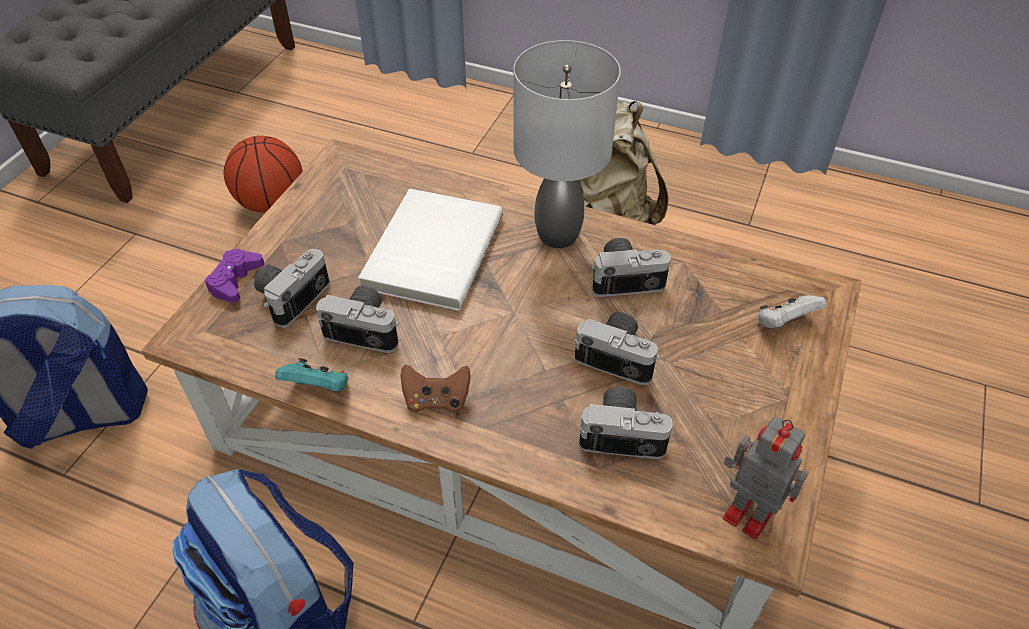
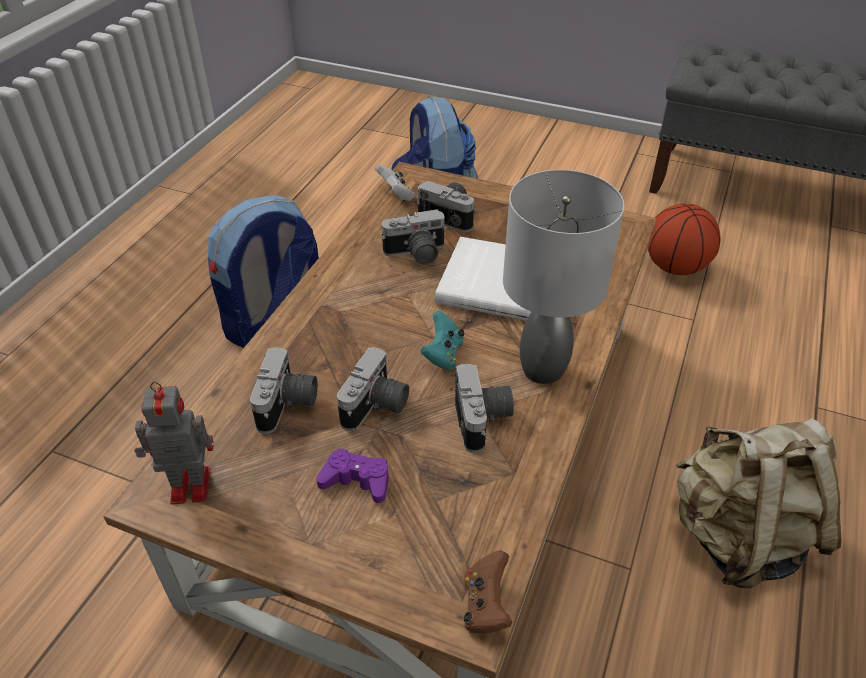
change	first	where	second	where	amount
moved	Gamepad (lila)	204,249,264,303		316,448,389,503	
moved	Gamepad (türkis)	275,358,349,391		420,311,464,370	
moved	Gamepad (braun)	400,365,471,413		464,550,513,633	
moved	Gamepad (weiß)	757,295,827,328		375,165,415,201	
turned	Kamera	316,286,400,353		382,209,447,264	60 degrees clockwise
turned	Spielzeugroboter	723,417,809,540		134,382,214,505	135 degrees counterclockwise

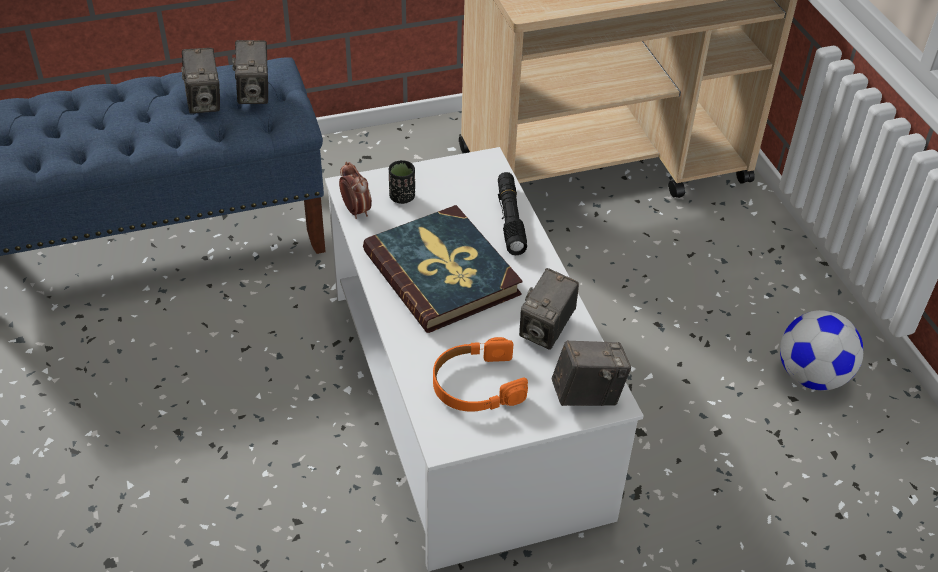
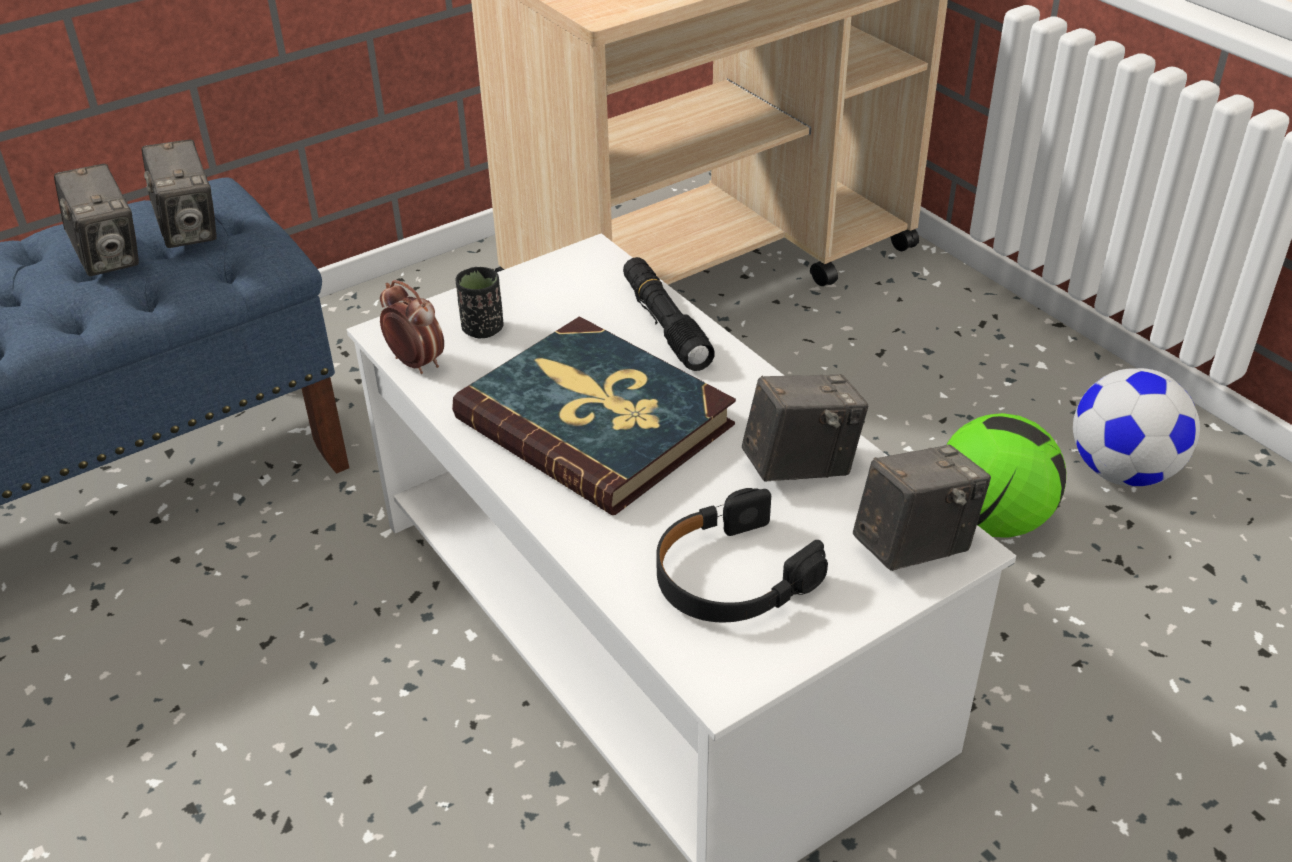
change	first	where	second	where	amount
added			Fußball	946,413,1066,537	
recoloured	Kopfhörer (orange)	433,337,528,412	Kopfhörer (schwarz)	656,488,828,622	
turned	Kamera	519,268,579,350		742,374,868,482	120 degrees counterclockwise

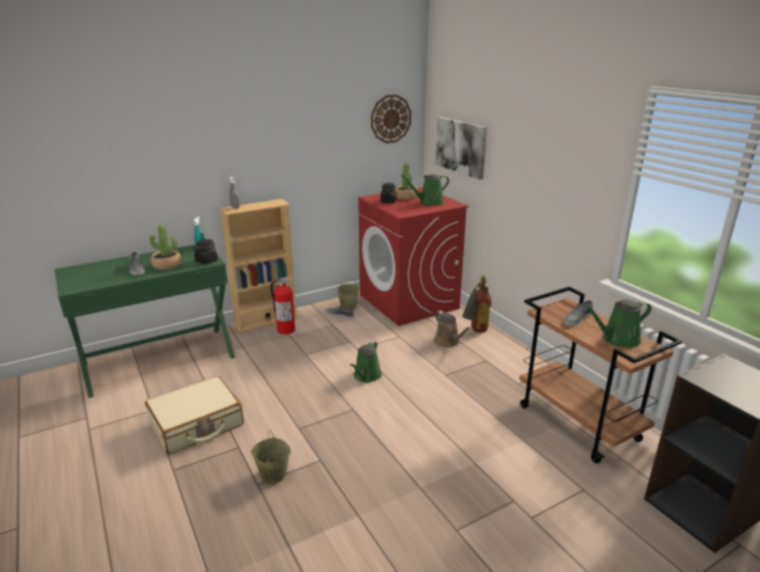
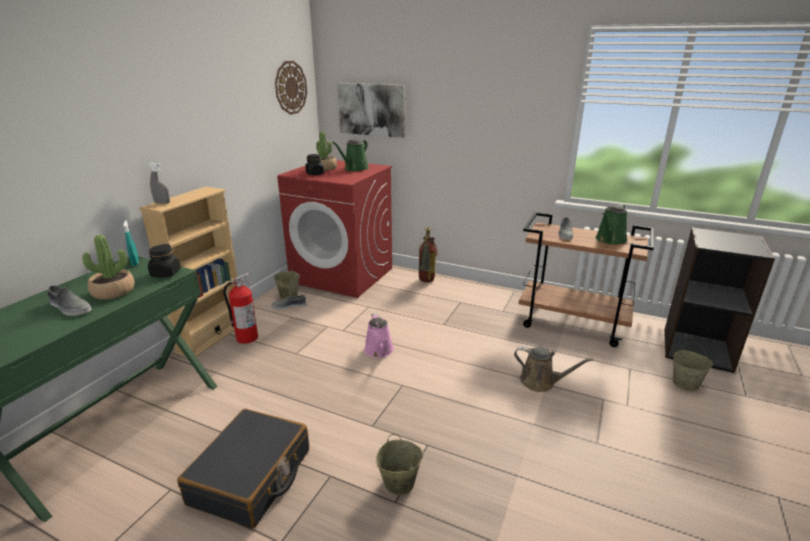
change	first	where	second	where	amount
added			Eimer (beige)	673,342,713,391	
moved	Gießkanne (braun)	434,311,471,347		514,346,593,392	
recoloured	Koffer (beige)	145,376,244,454	Koffer (schwarz)	177,409,309,529	
recoloured	Gießkanne (grün)	350,341,382,383	Gießkanne (rosa)	364,313,394,358	

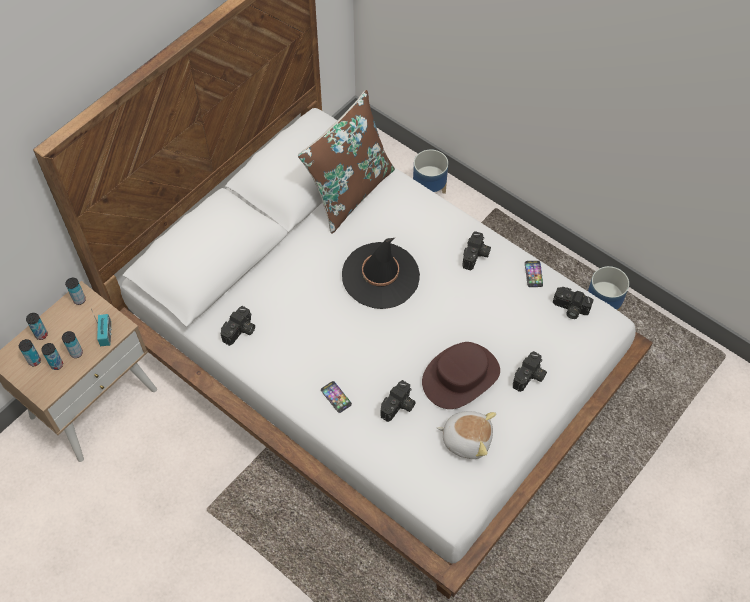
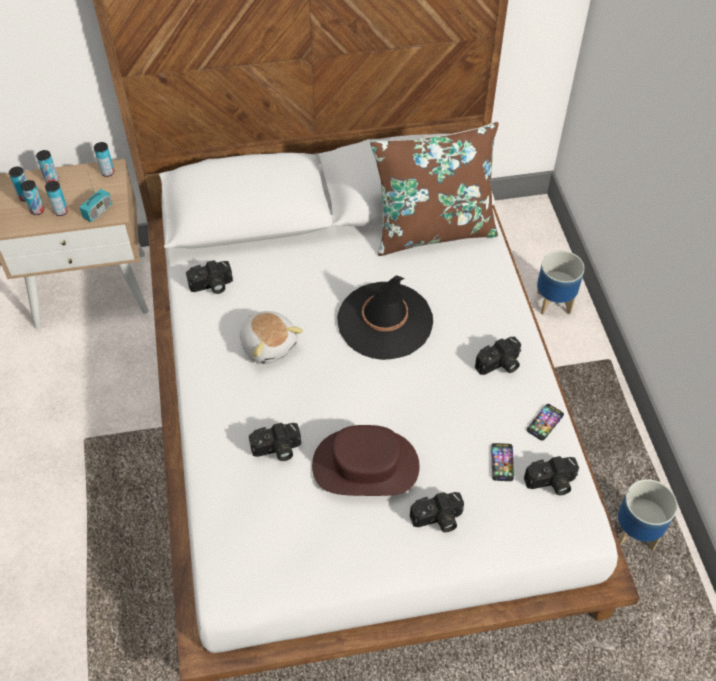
change	first	where	second	where	amount
moved	Handy	321,381,352,413		491,443,514,481	
moved	Plüschtier	437,411,496,459		240,311,303,364	
turned	Kamera	553,287,593,319		524,456,579,495	75 degrees counterclockwise

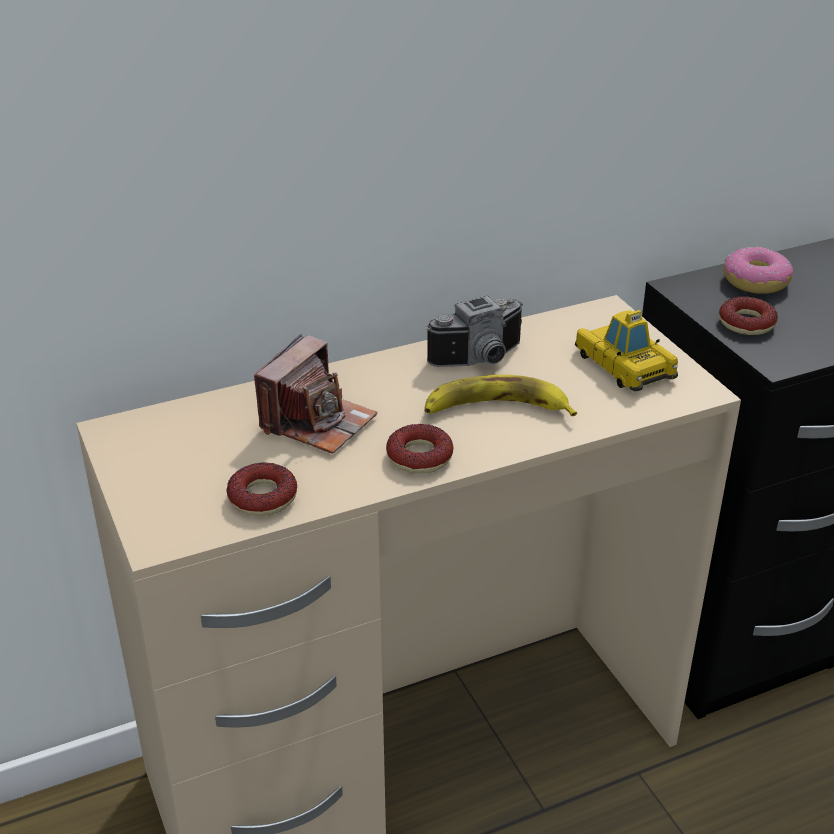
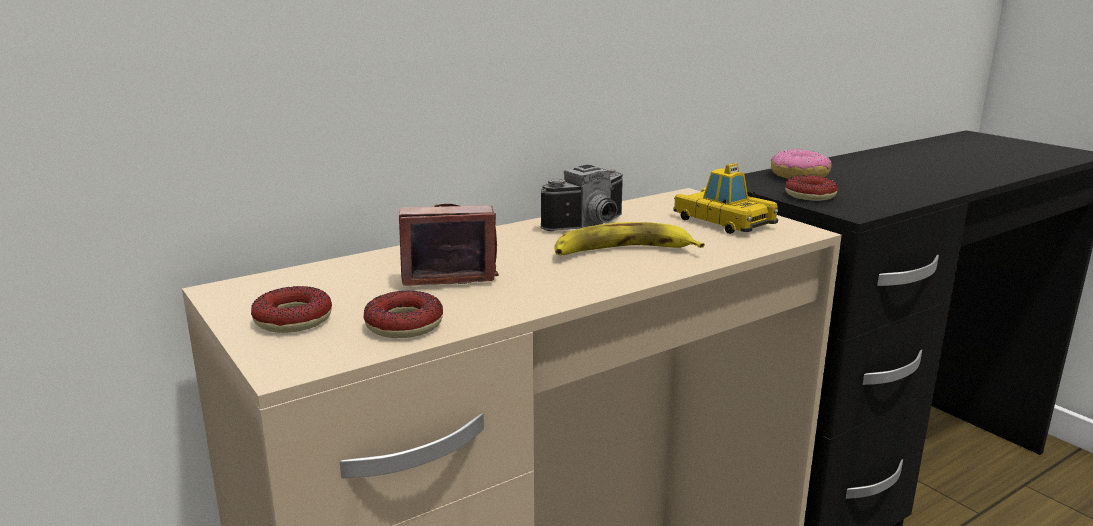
change	first	where	second	where	amount
moved	Donut	386,424,453,474		251,286,332,333	
turned	Kamera	254,334,378,454		399,204,499,286	120 degrees counterclockwise

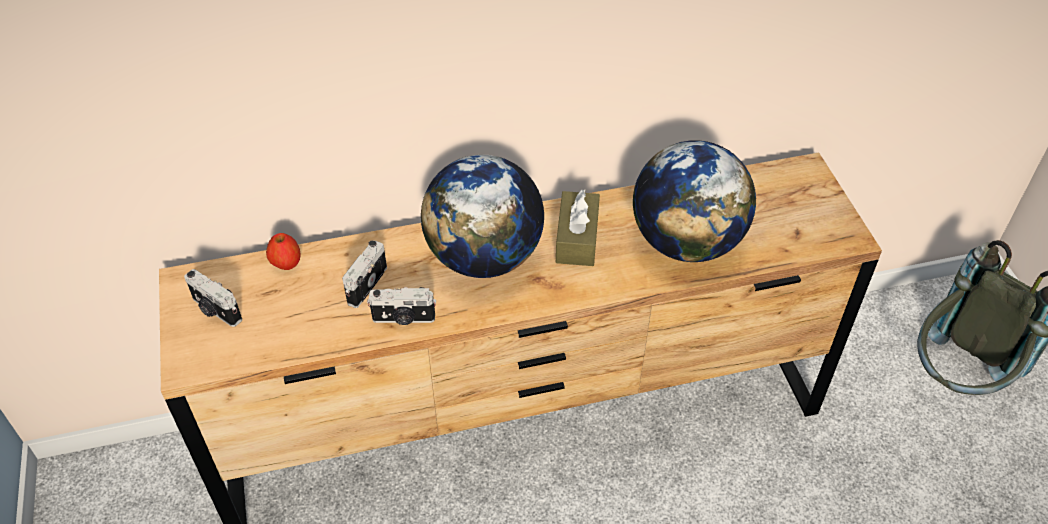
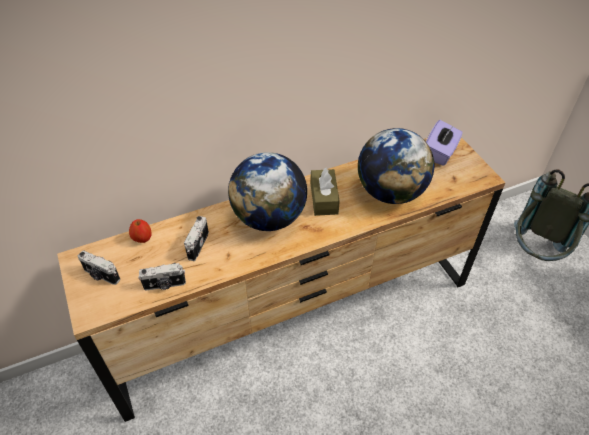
change	first	where	second	where	amount
added			Taschentuchbox (lila)	426,120,463,166	
moved	Kamera	367,287,436,325		138,263,186,290	

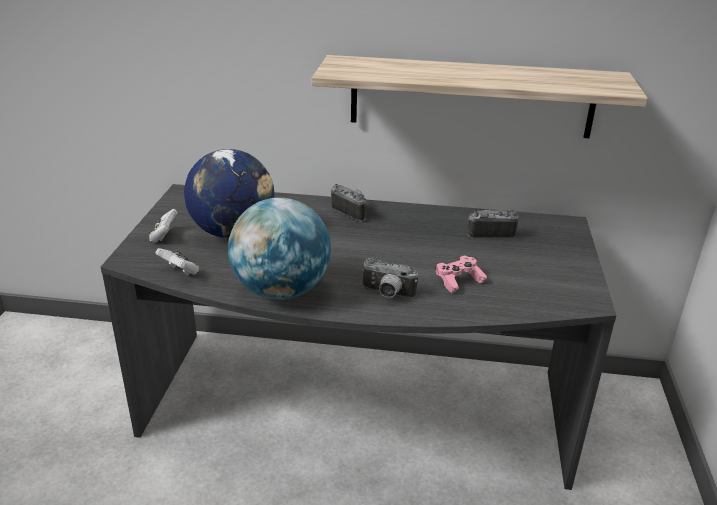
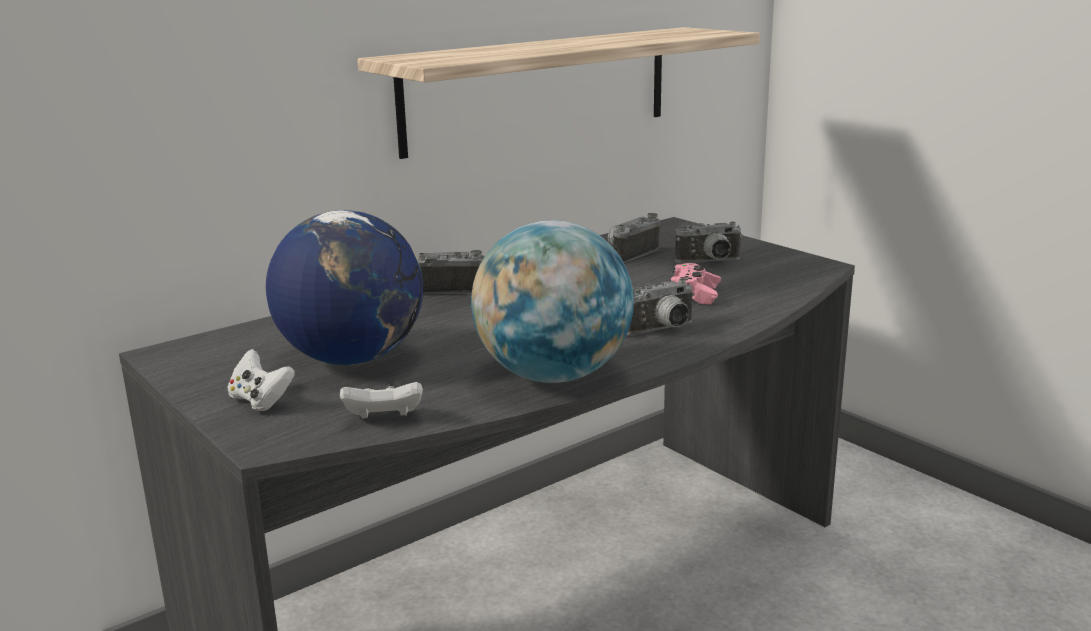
change	first	where	second	where	amount
added			Kamera	675,221,743,263	

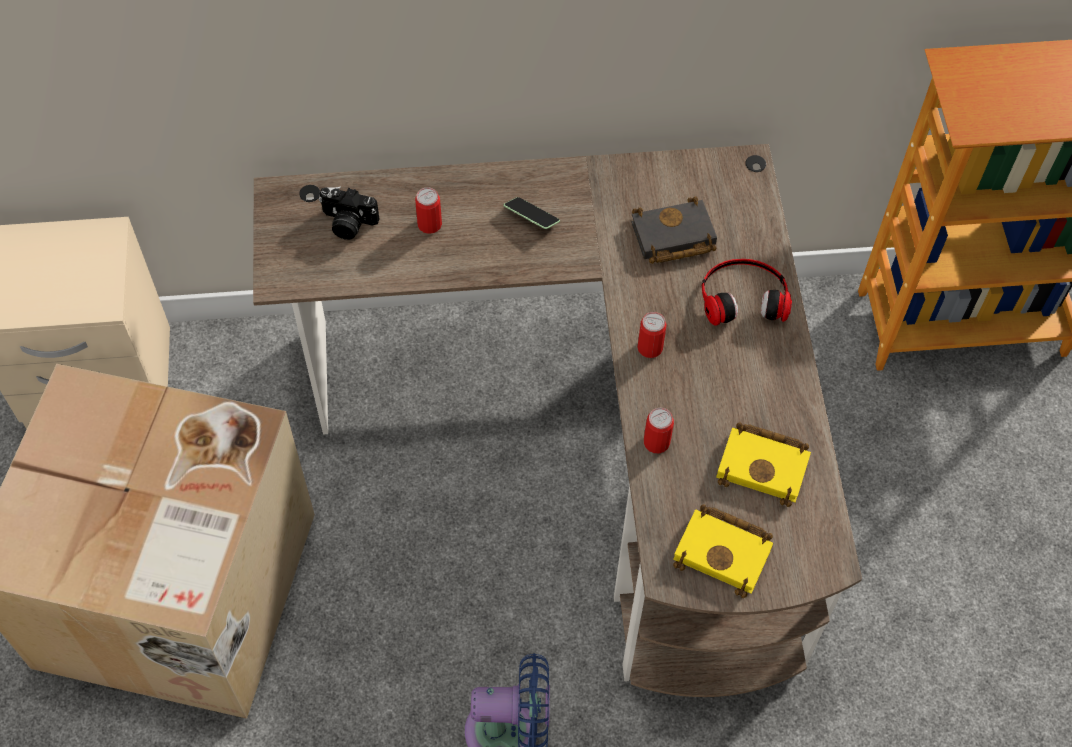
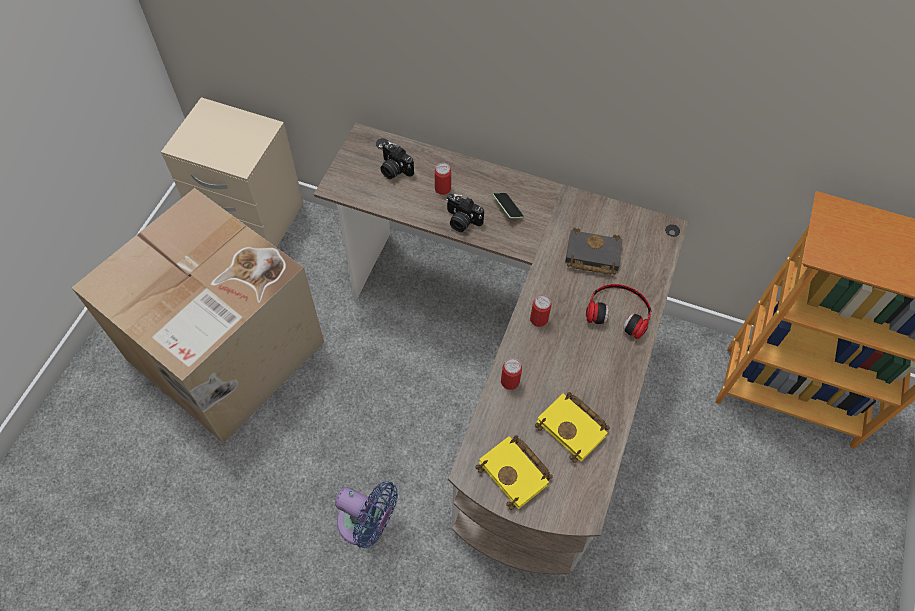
change	first	where	second	where	amount
added			Kamera	446,193,484,232	

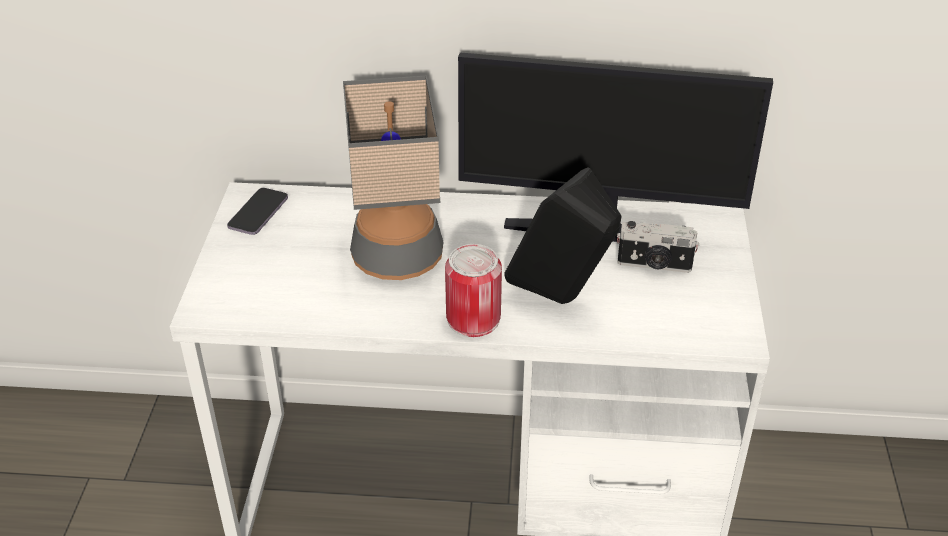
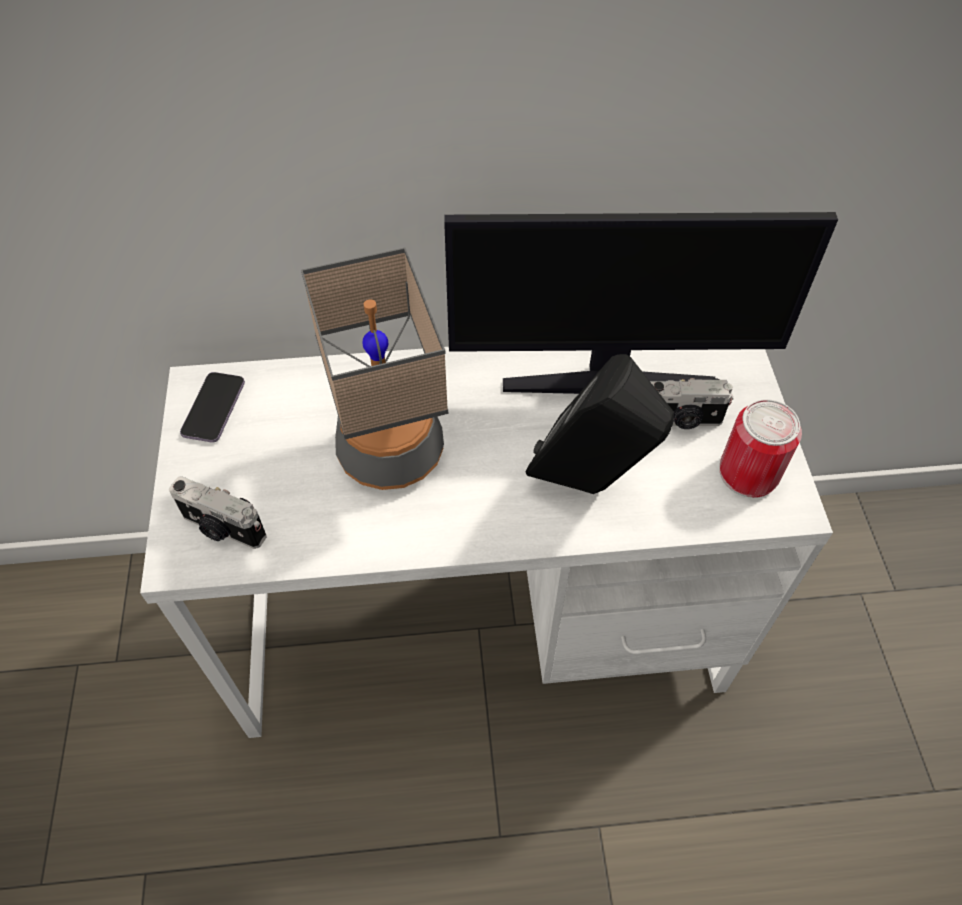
change	first	where	second	where	amount
added			Kamera	169,476,267,549	
moved	Dose	445,244,502,337		720,399,802,498	

